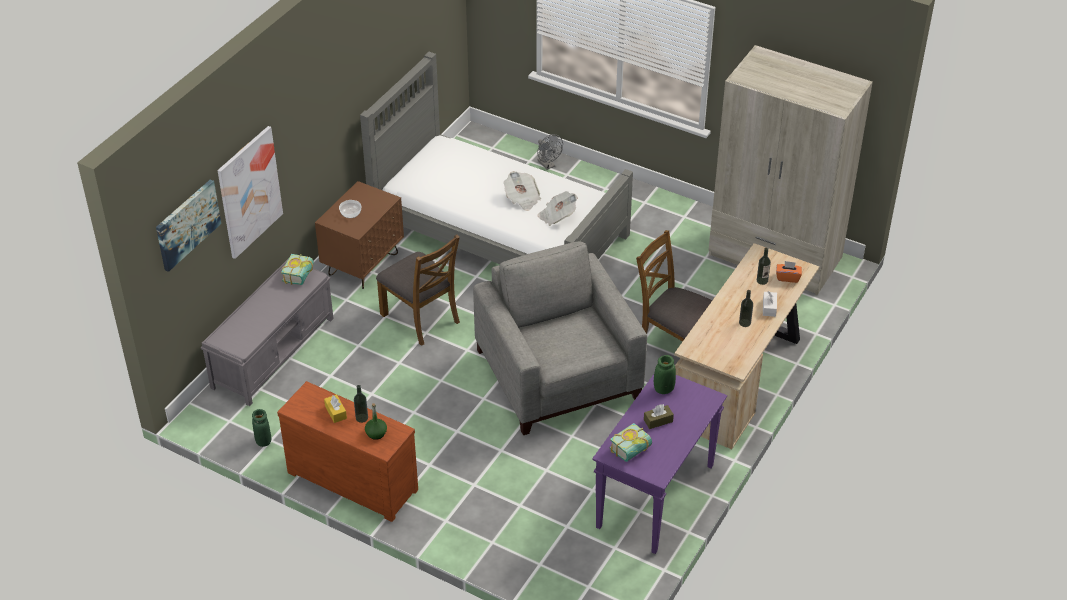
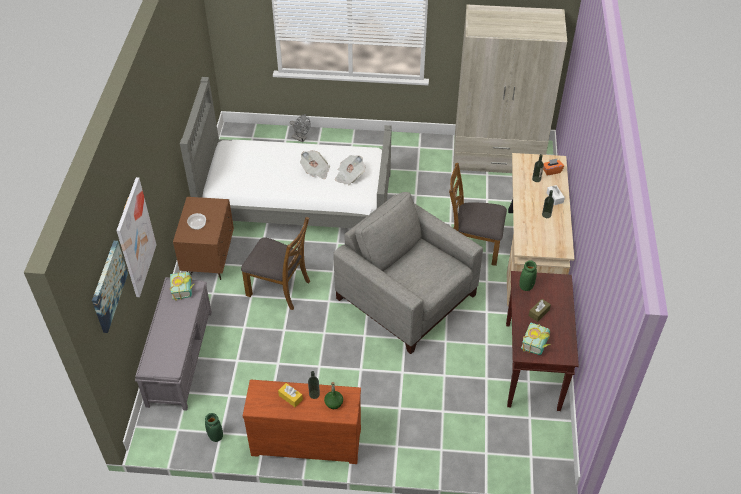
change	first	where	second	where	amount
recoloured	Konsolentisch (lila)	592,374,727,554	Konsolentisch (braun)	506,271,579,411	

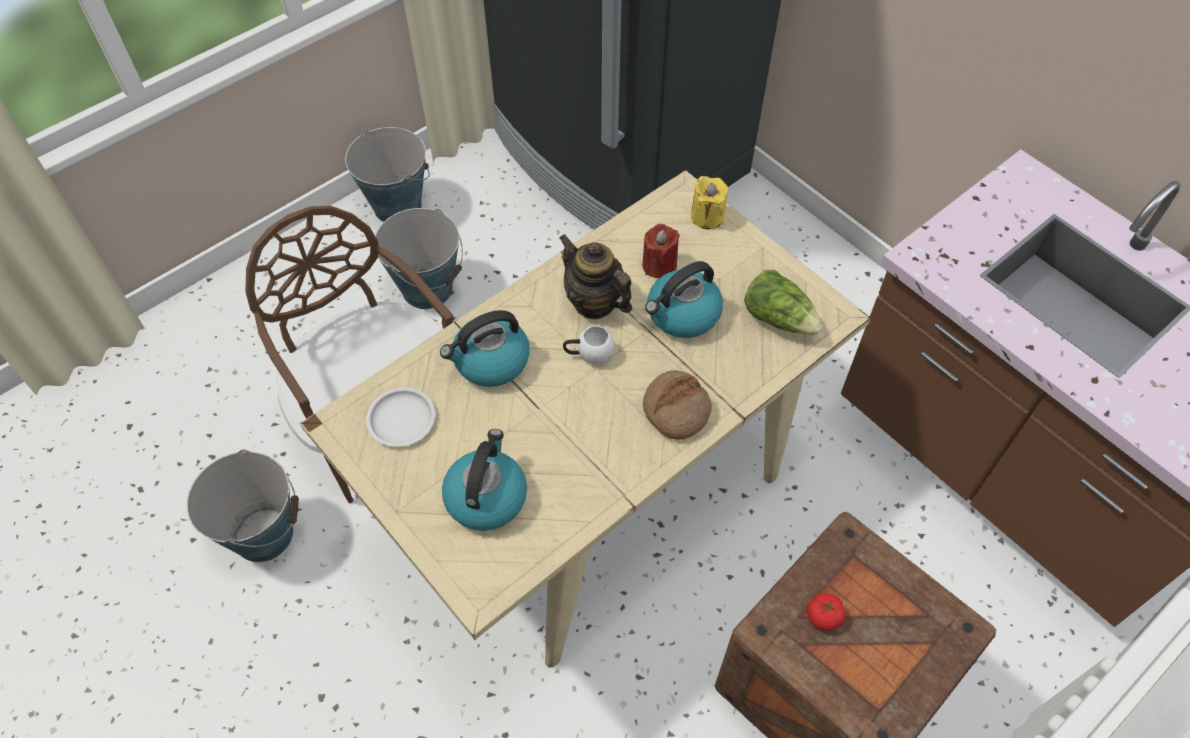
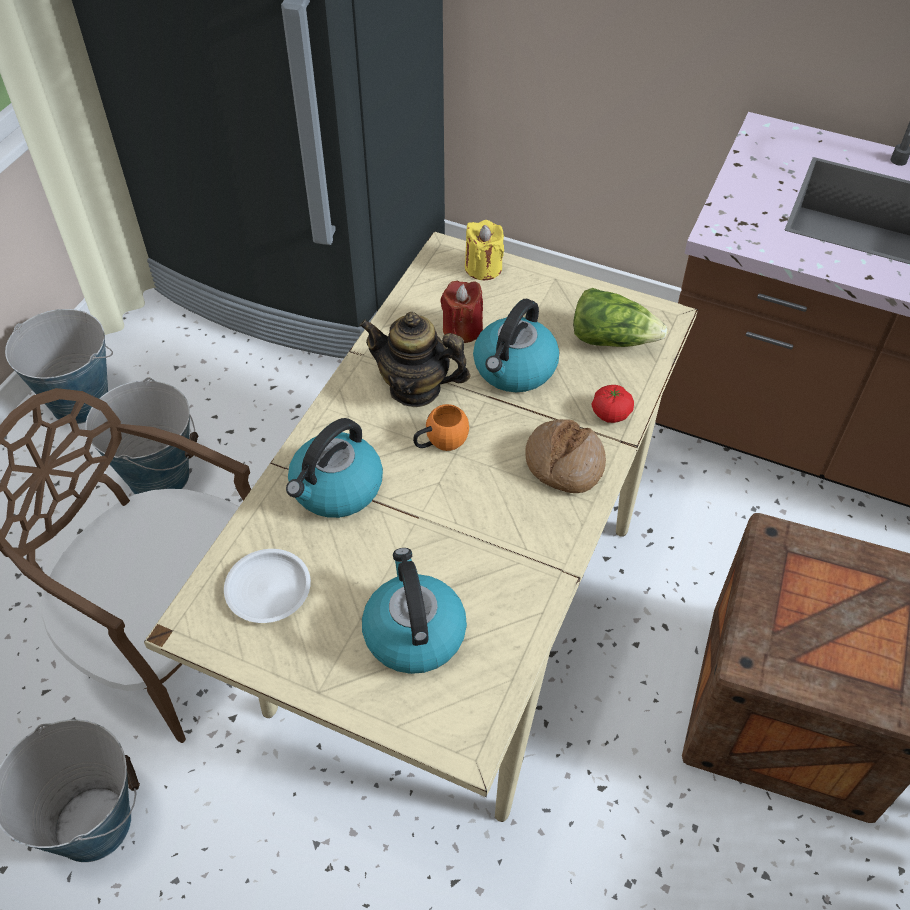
change	first	where	second	where	amount
moved	Tomate	807,593,846,631		592,385,634,423	
recoloured	Henkelbecher (weiß)	563,325,614,364	Henkelbecher (orange)	413,404,469,451	

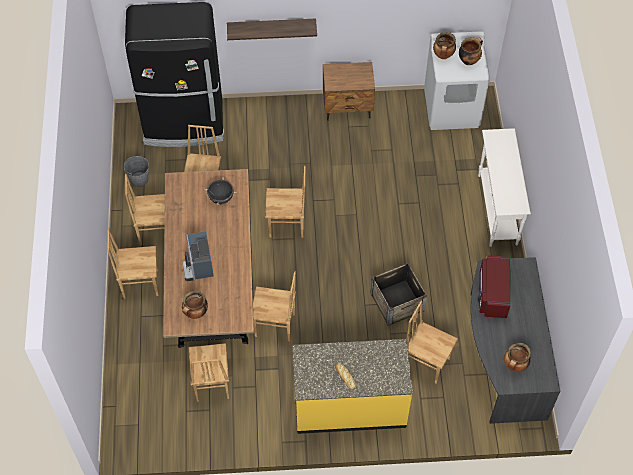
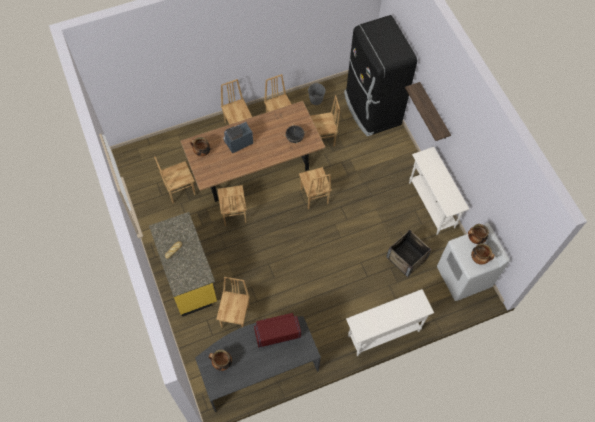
change	first	where	second	where	amount
moved	Kiste	370,263,427,326		386,229,431,277	
replaced	Nachttisch (braun)	323,62,375,121	Konsolentisch (weiß)	409,147,470,235	

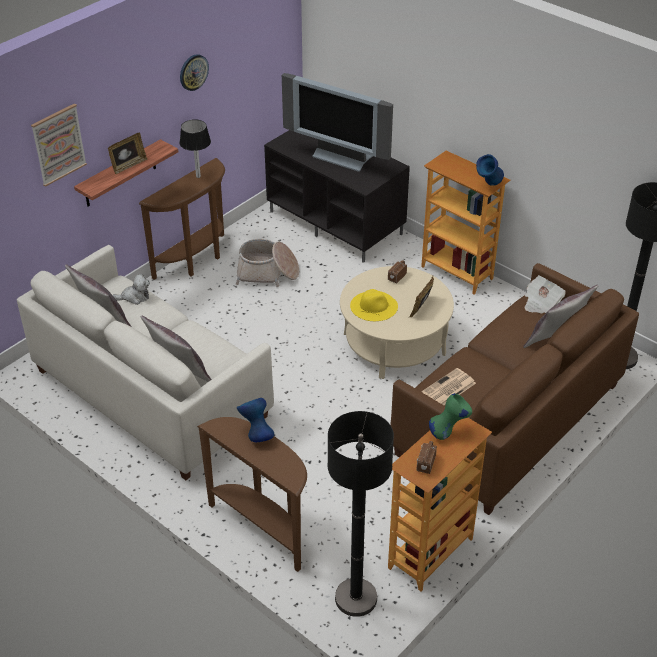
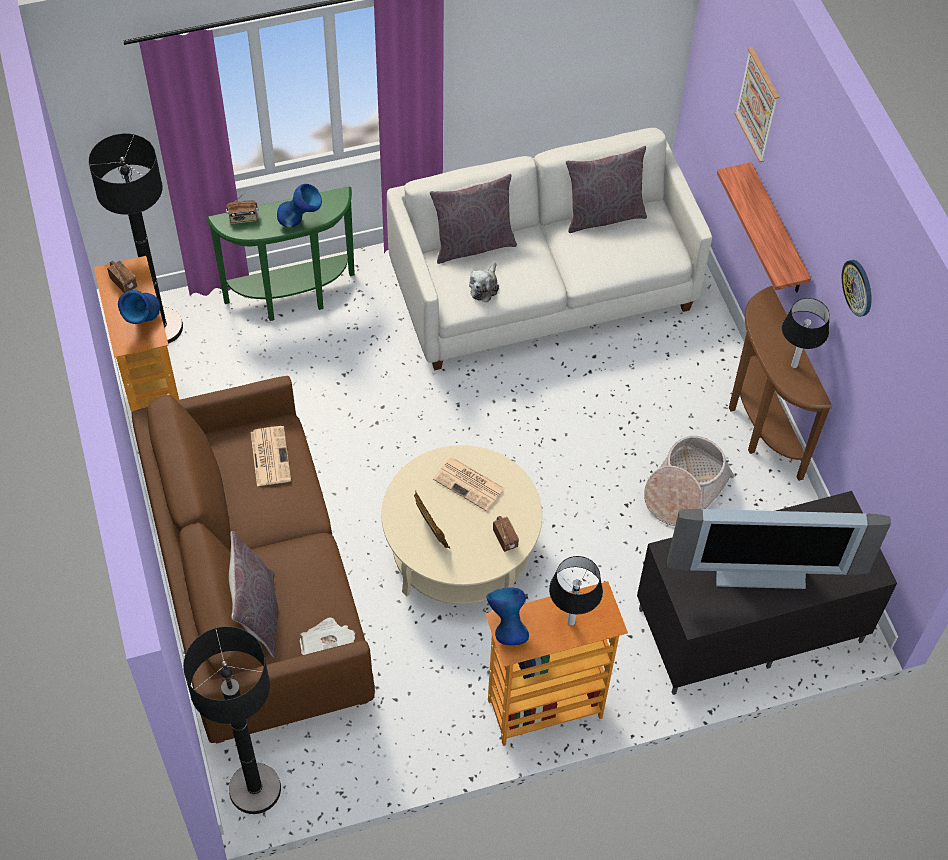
change	first	where	second	where	amount
removed	Bilderrahmen	108,133,147,174			
added			Radio	226,194,259,224	
added			Tischlampe	549,556,603,626	
moved	Plüschtier	113,274,150,305		469,263,499,302	
replaced	Hut (gelb)	350,289,398,321	Zeitung	433,457,505,511	
recoloured	Konsolentisch (braun)	197,417,307,572	Konsolentisch (grün)	206,186,355,321	
recoloured	Vase (grün)	429,393,472,440	Vase (blau)	118,290,160,324	
turned	Fernseher	282,73,393,172		667,509,891,589	150 degrees counterclockwise

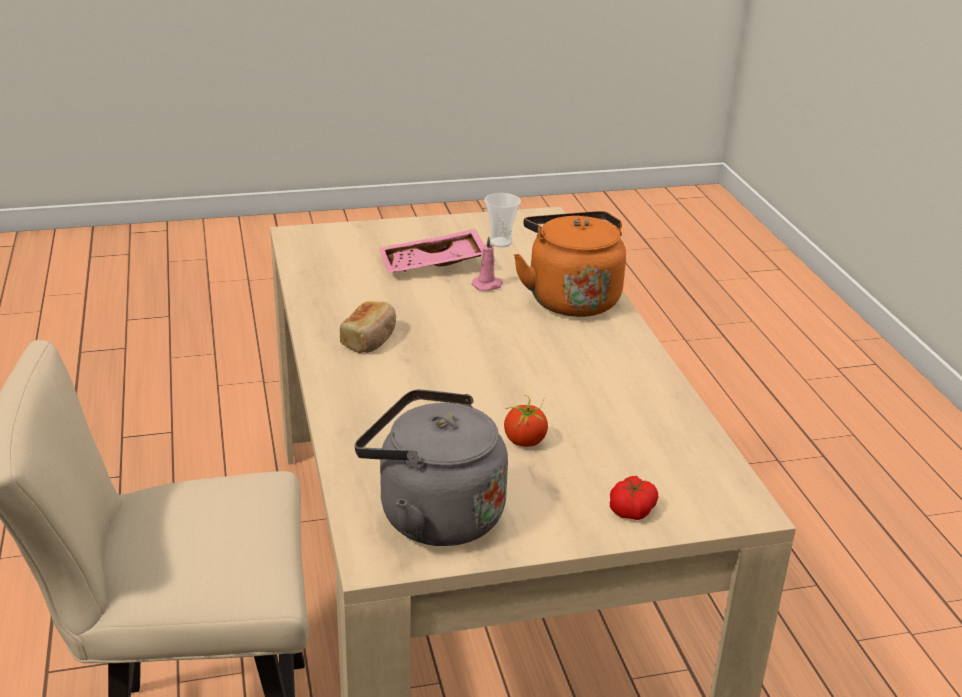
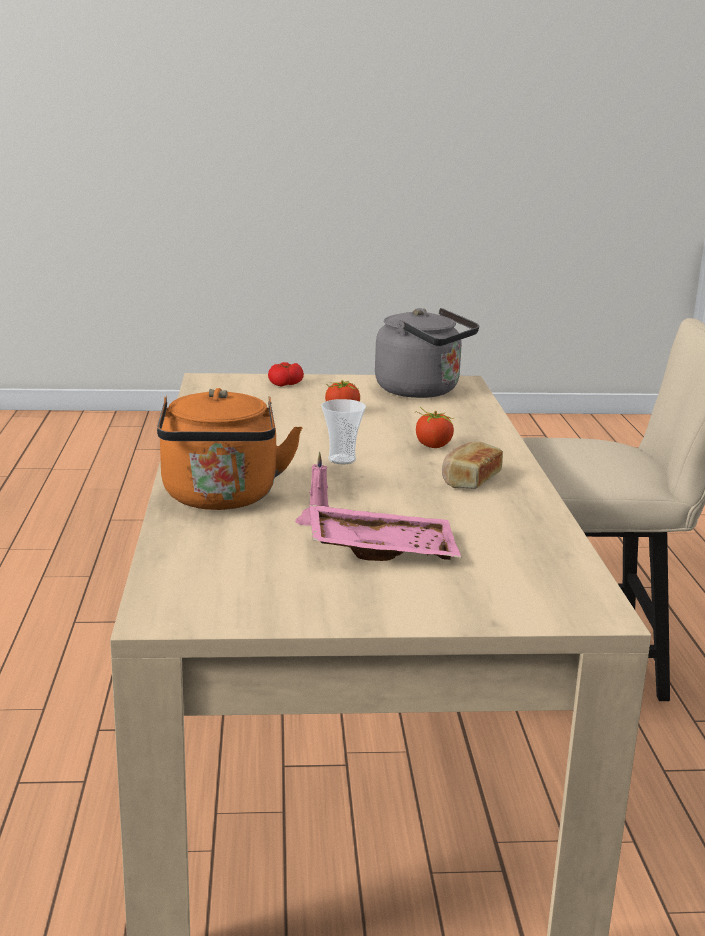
change	first	where	second	where	amount
added			Tomate	416,407,454,448	
moved	Tasse	484,193,521,247		321,399,366,464	

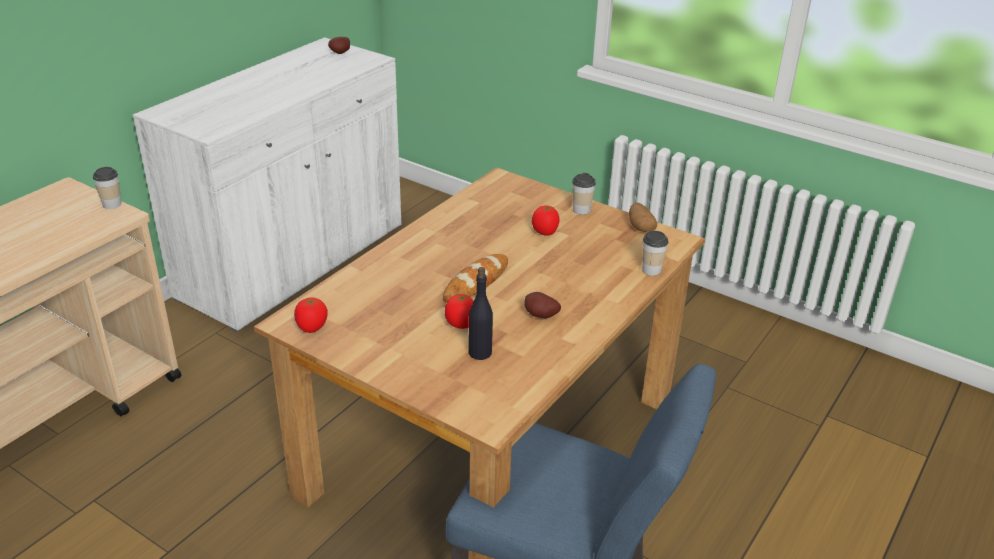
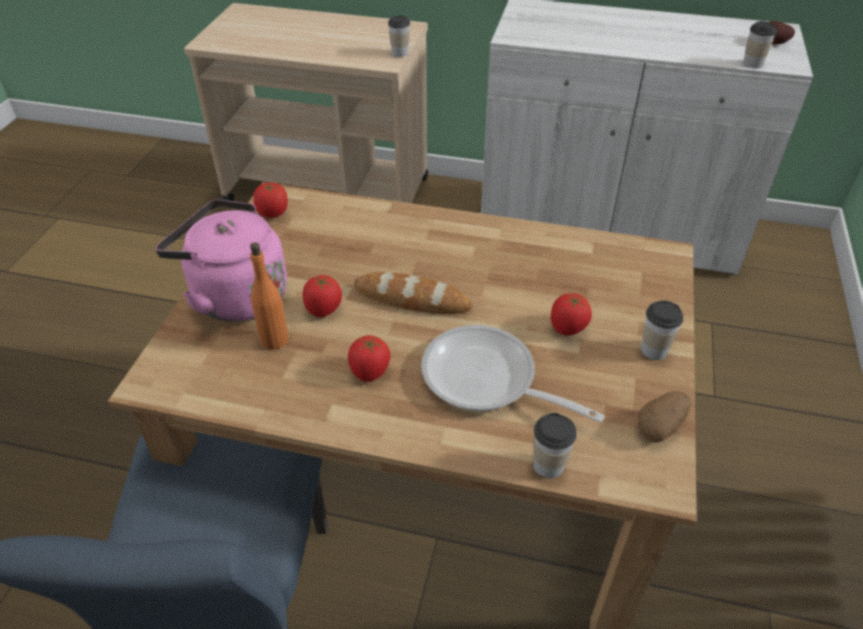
change	first	where	second	where	amount
added			Wasserkessel (rosa)	155,199,287,322	
added			Pfanne	421,325,605,423	
added			Tasse	743,21,777,68	
replaced	Kartoffel	524,292,561,318	Tomate	348,335,390,382	
recoloured	Flasche (schwarz)	468,267,493,360	Flasche (orange)	250,242,289,350	

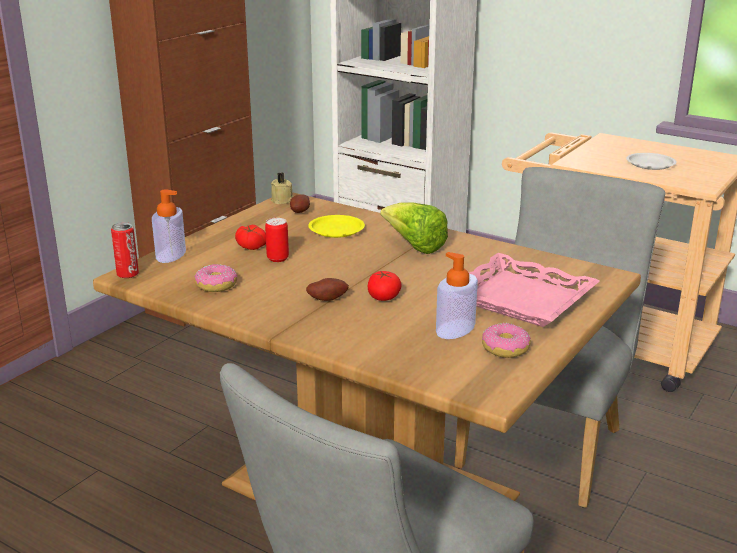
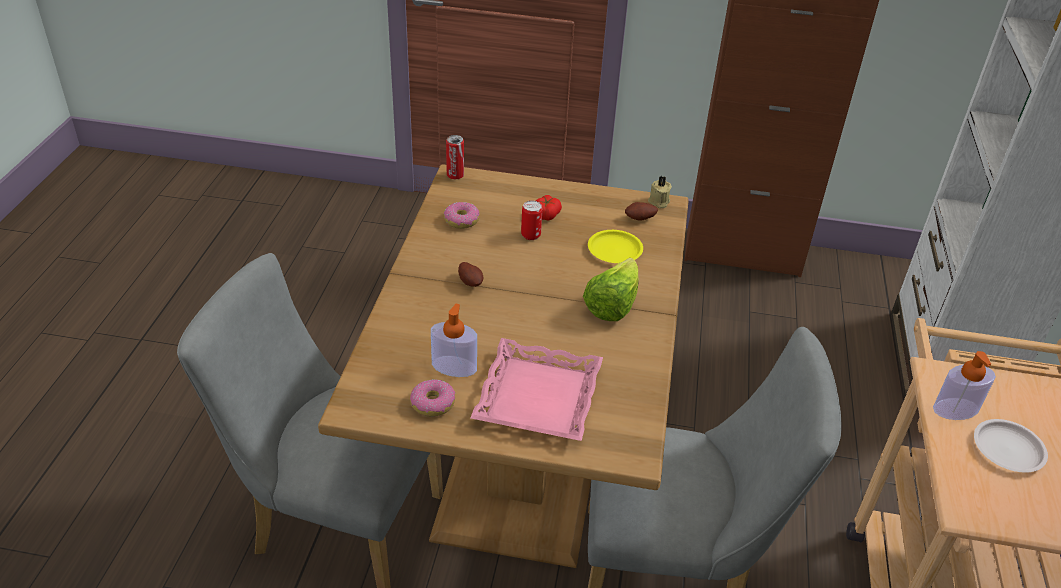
change	first	where	second	where	amount
removed	Tomate	368,271,402,301			
moved	Seifenspender	152,190,186,263		933,351,996,420	

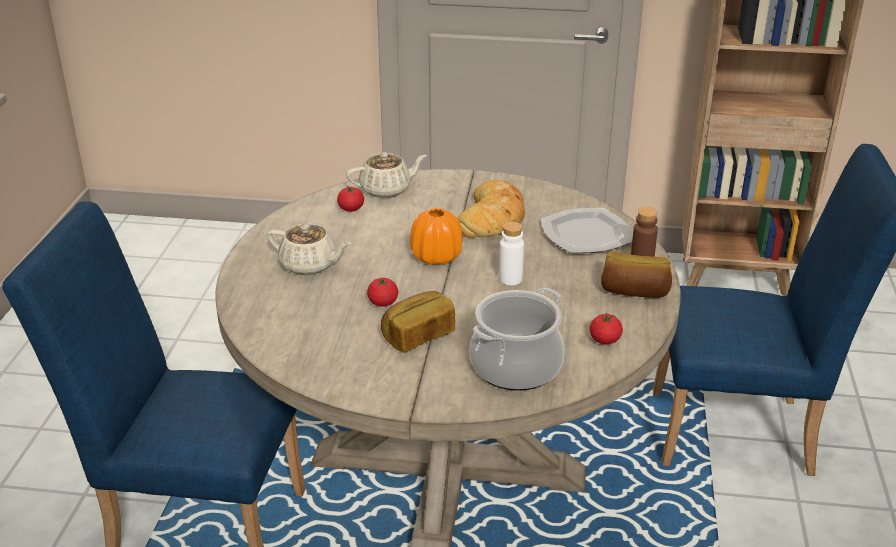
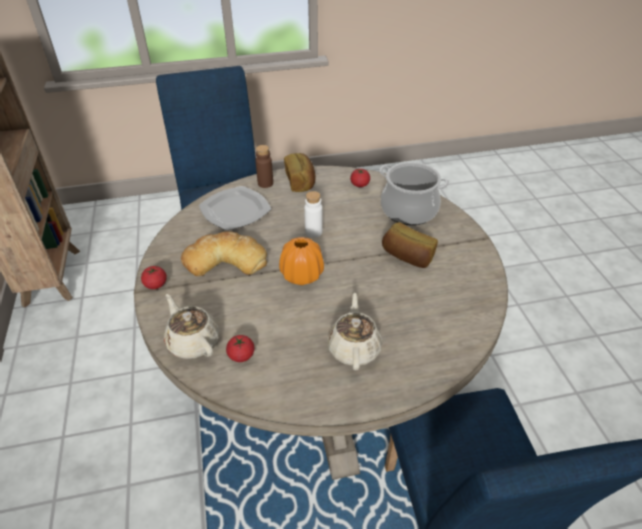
change	first	where	second	where	amount
moved	Tomate	367,278,398,307		141,266,167,289	

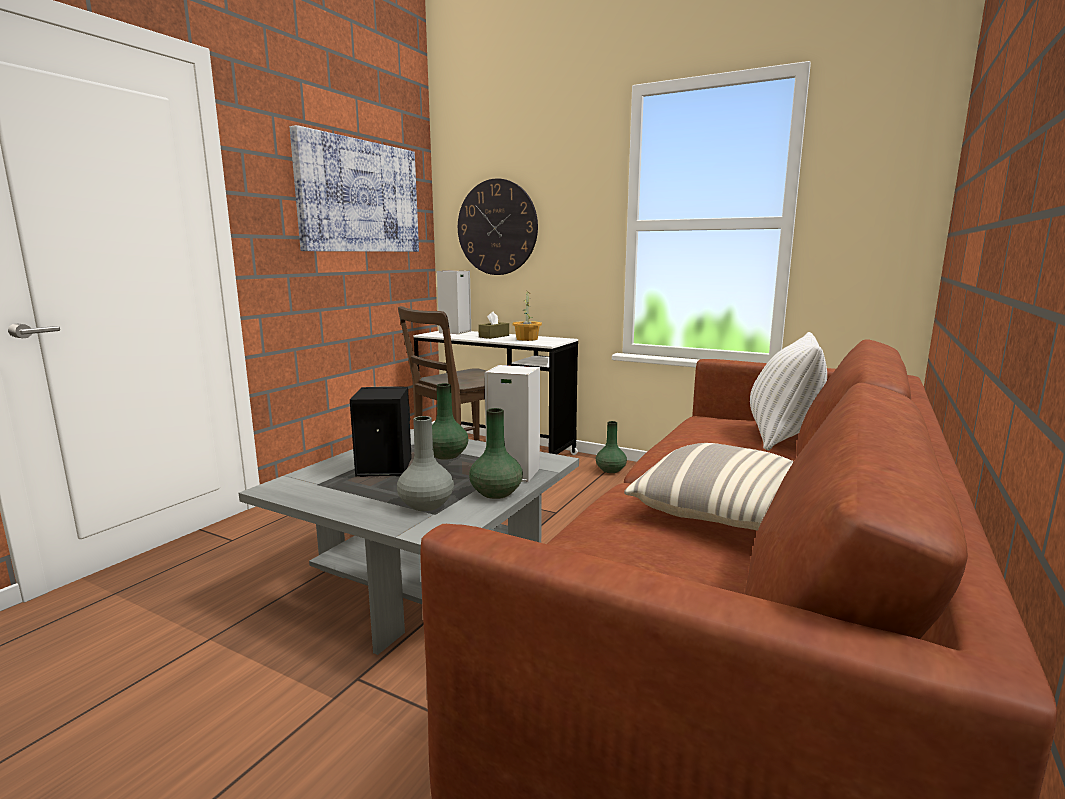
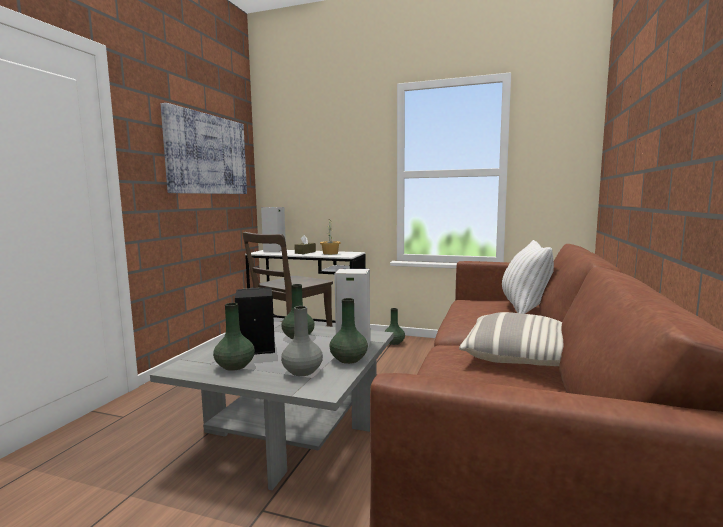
change	first	where	second	where	amount
removed	Wanduhr	458,178,538,275			
added			Vase (grün)	213,303,255,371	

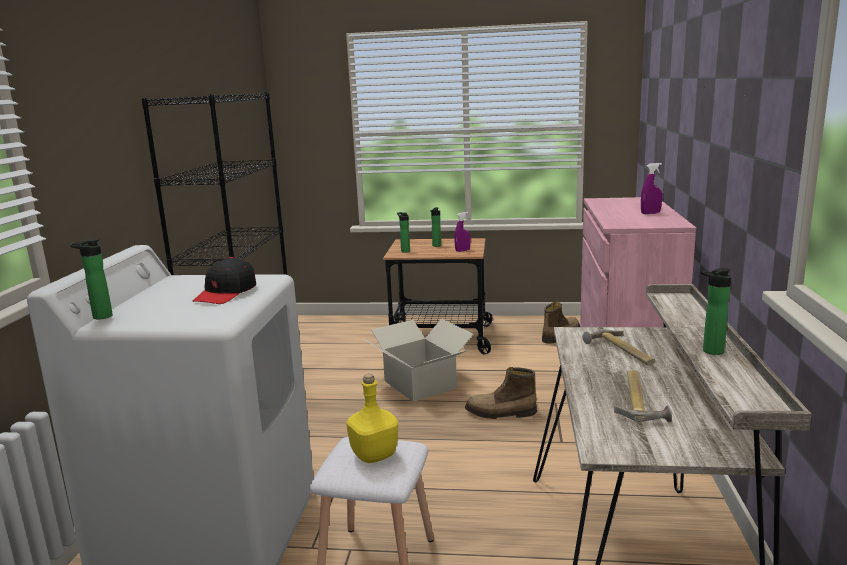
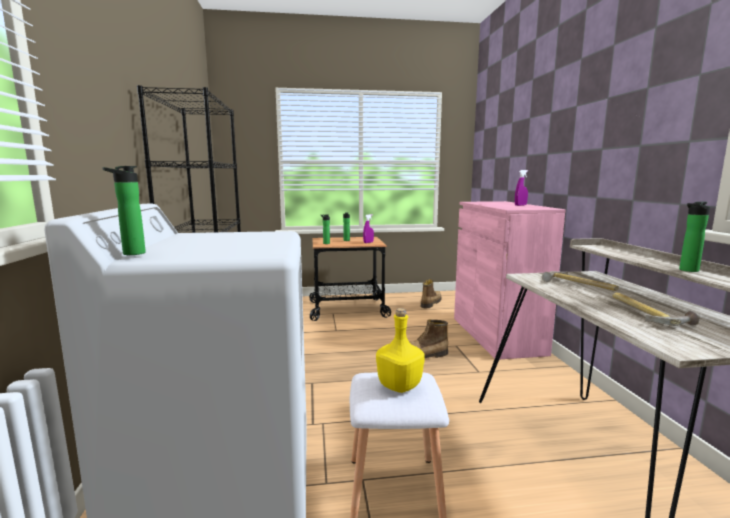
change	first	where	second	where	amount
removed	Kappe (schwarz)	193,257,256,304			
removed	Karton	363,319,473,402			

